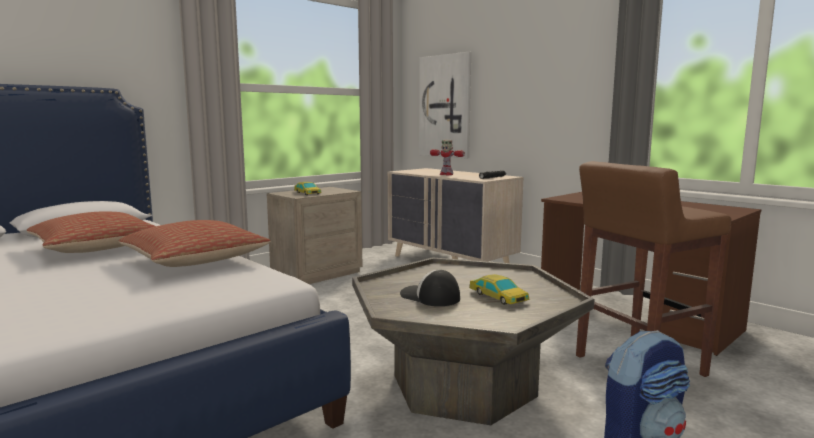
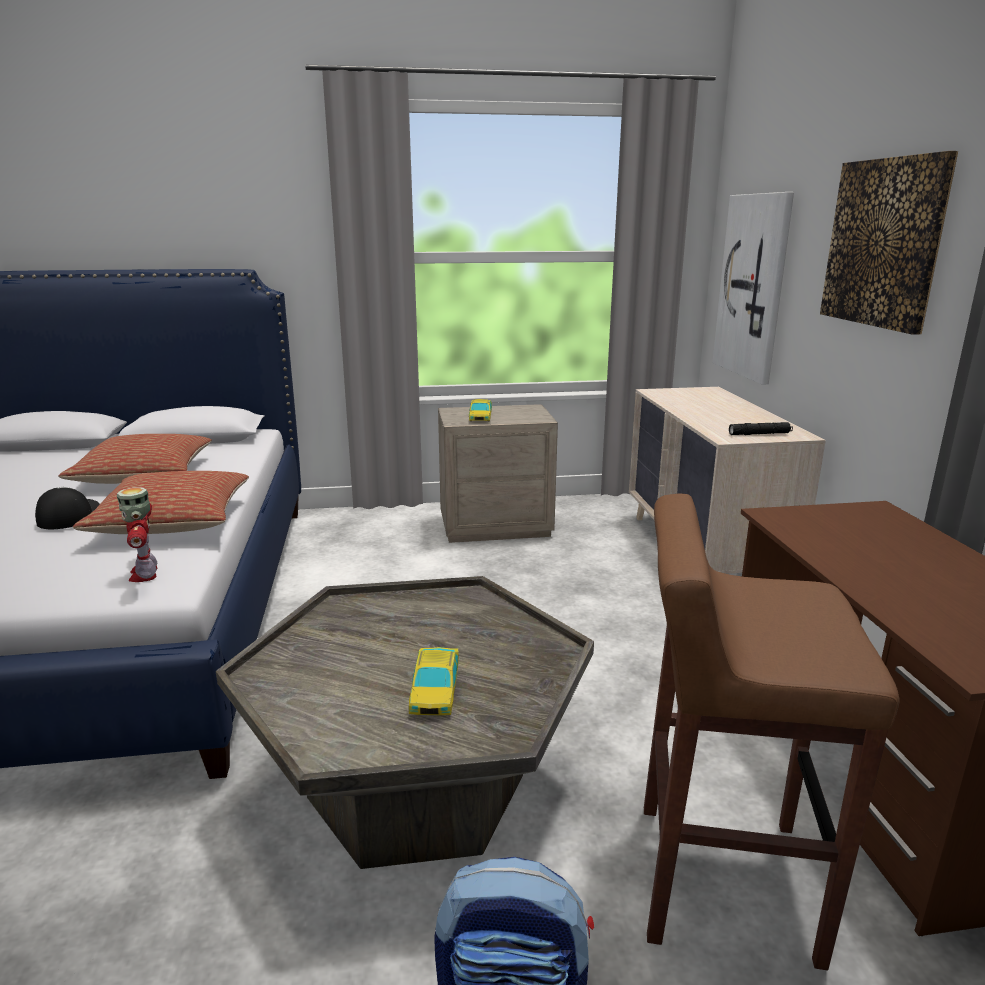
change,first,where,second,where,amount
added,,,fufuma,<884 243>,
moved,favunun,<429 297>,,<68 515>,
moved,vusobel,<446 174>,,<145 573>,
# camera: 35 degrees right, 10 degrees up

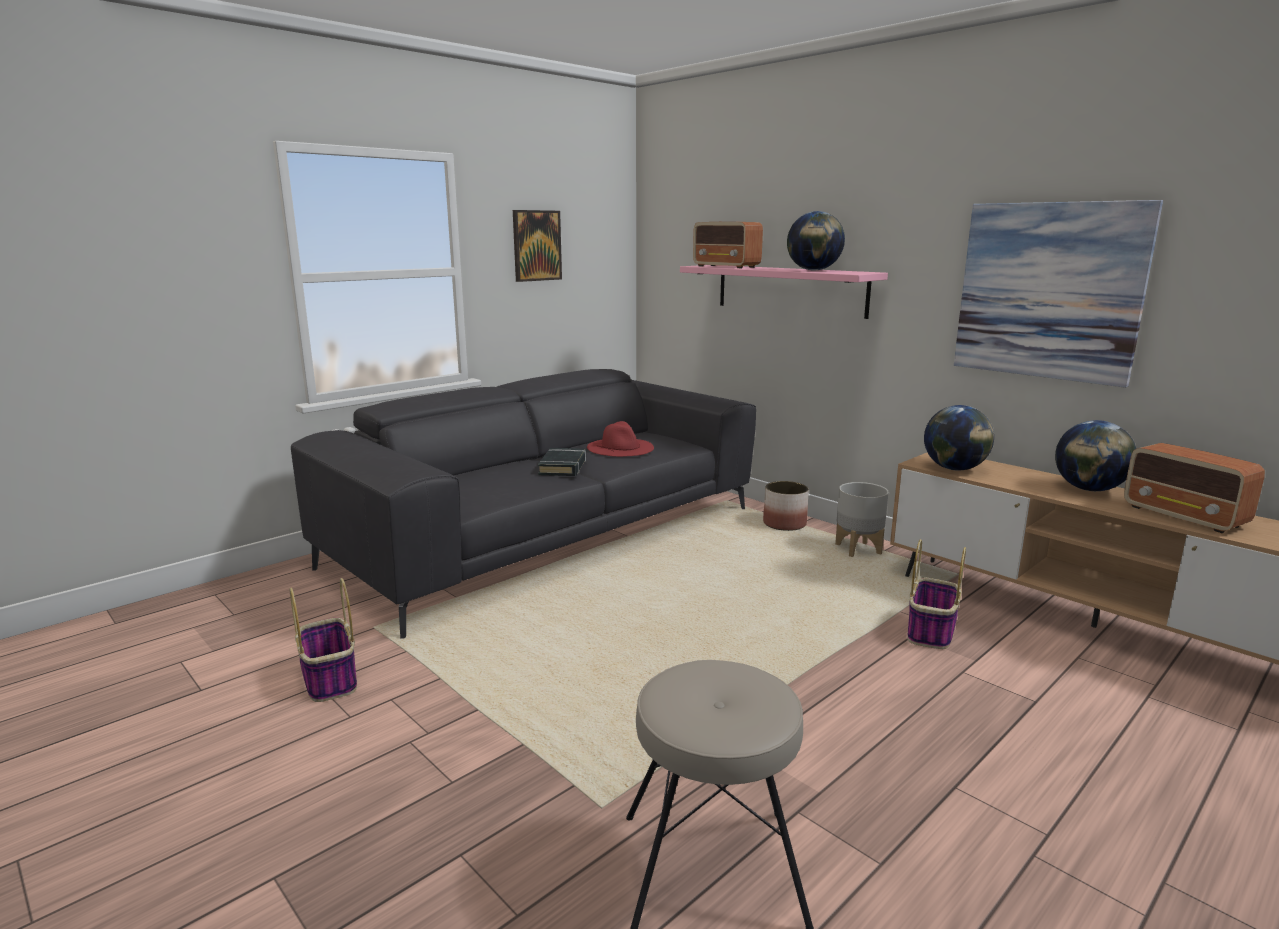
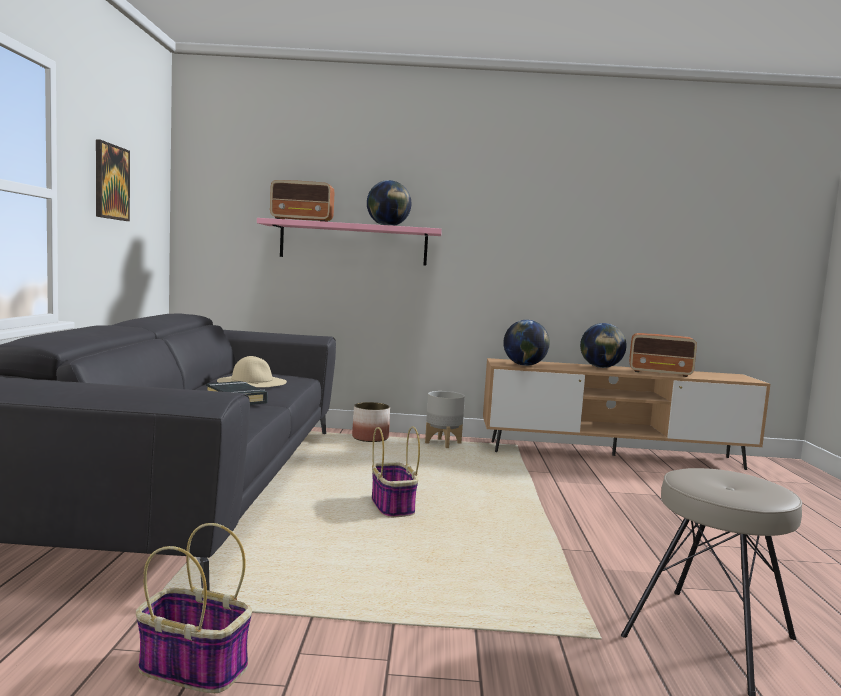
change,first,where,second,where,amount
removed,fufuma,<1048 291>,,,
moved,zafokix,<931 632>,,<393 507>,
recoloured,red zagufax,<620 447>,beige zagufax,<252 381>,
# camera: 45 degrees left, 10 degrees down

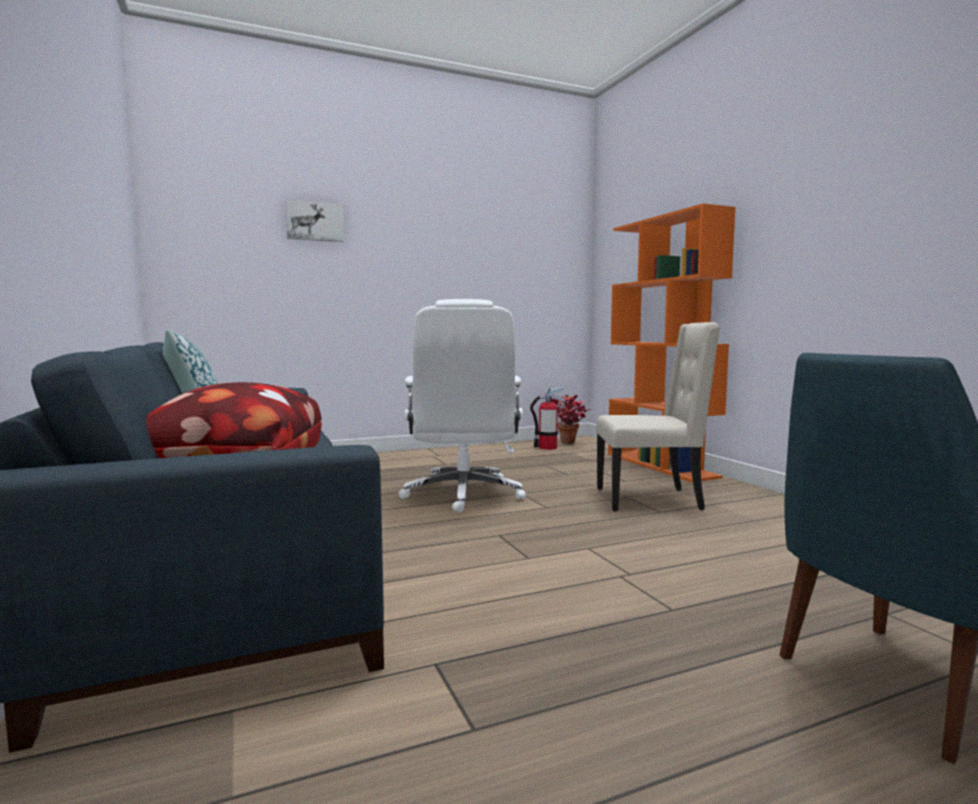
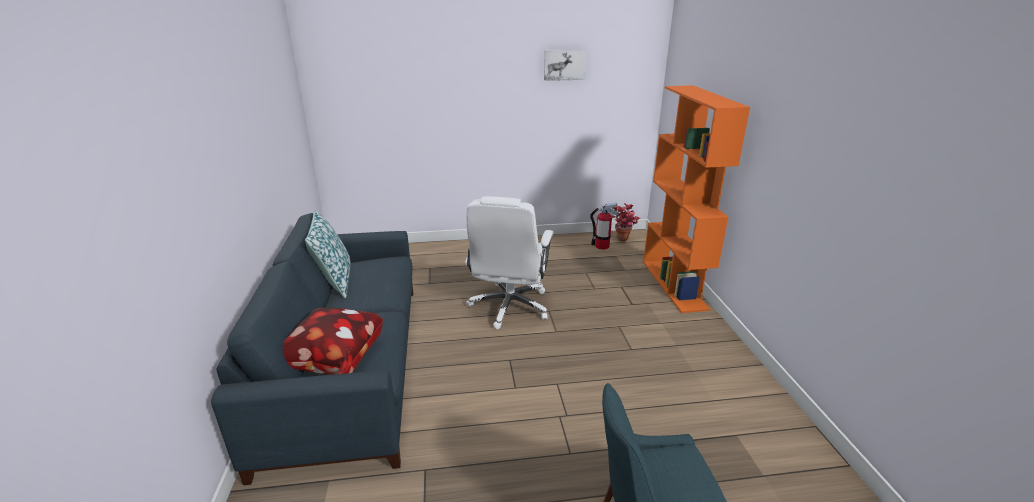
change,first,where,second,where,amount
removed,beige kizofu,<650 499>,,,
moved,fufuma,<315 221>,,<564 65>,
# camera: 15 degrees right, 20 degrees up

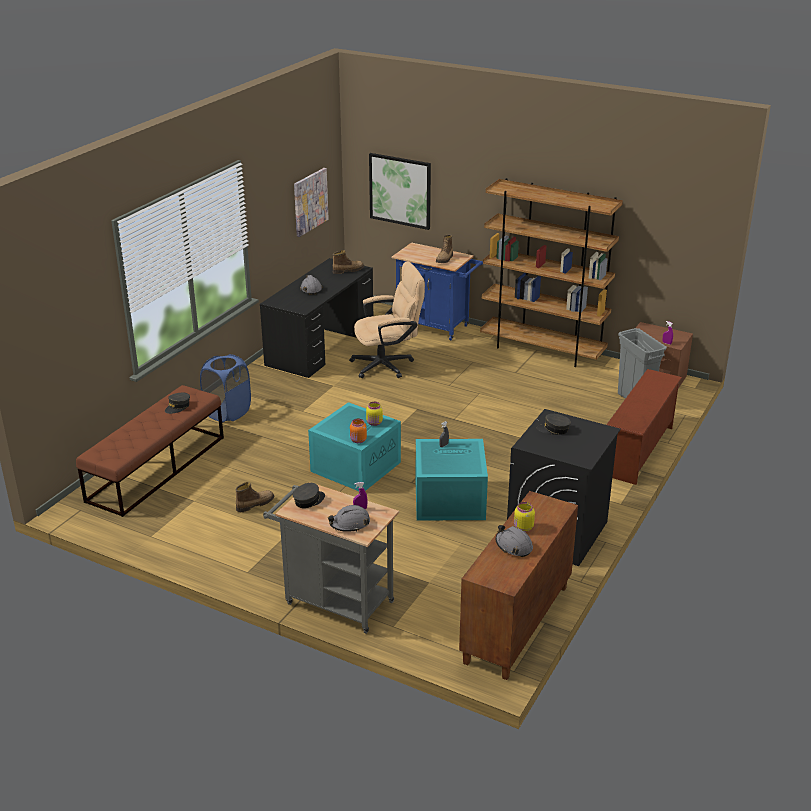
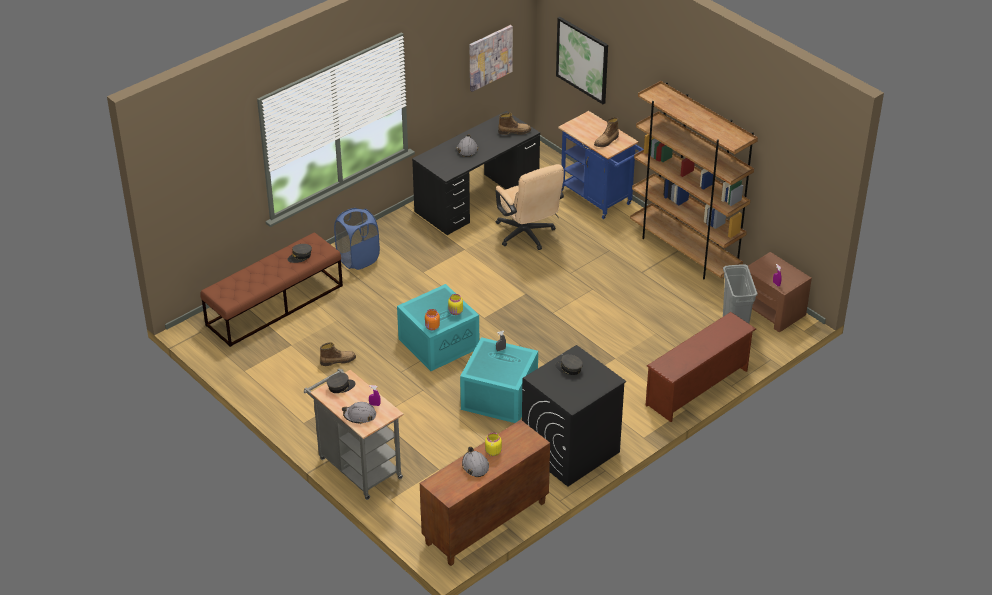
change,first,where,second,where,amount
turned,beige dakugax,<388 364>,,<527 236>,60 degrees clockwise
# camera: 20 degrees right, 10 degrees up

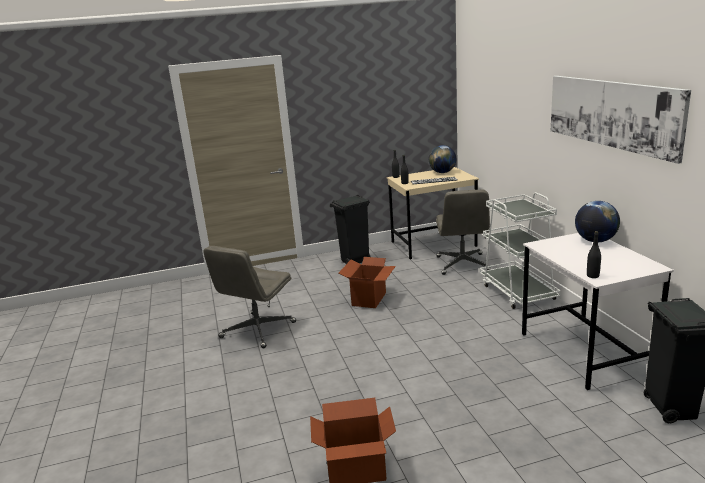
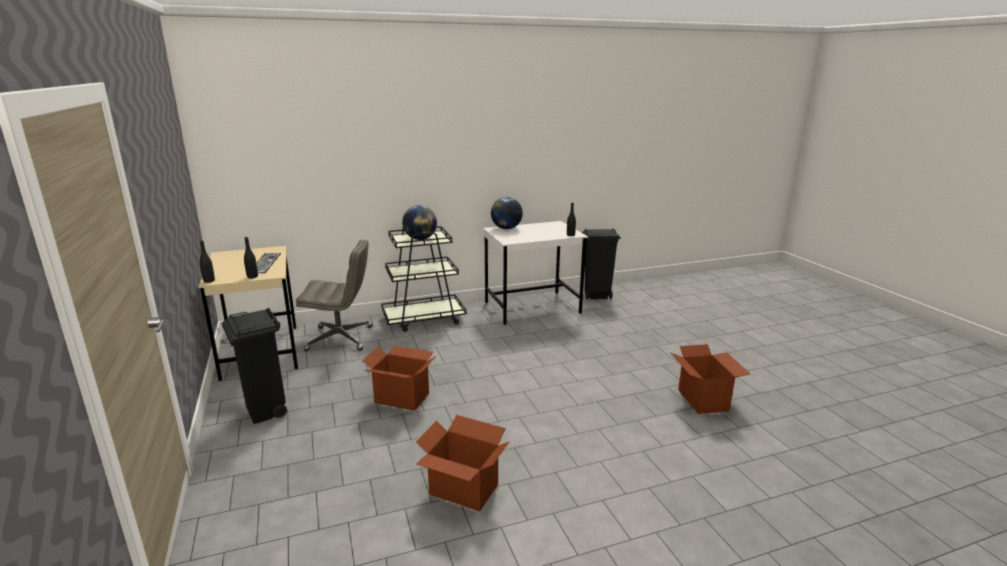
change,first,where,second,where,amount
removed,fufuma,<611 113>,,,
moved,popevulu,<442 172>,,<420 239>,
replaced,grey dakugax,<257 330>,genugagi,<463 490>,
recoloured,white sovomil,<517 292>,black sovomil,<424 319>,
# camera: 95 degrees left, 0 degrees up

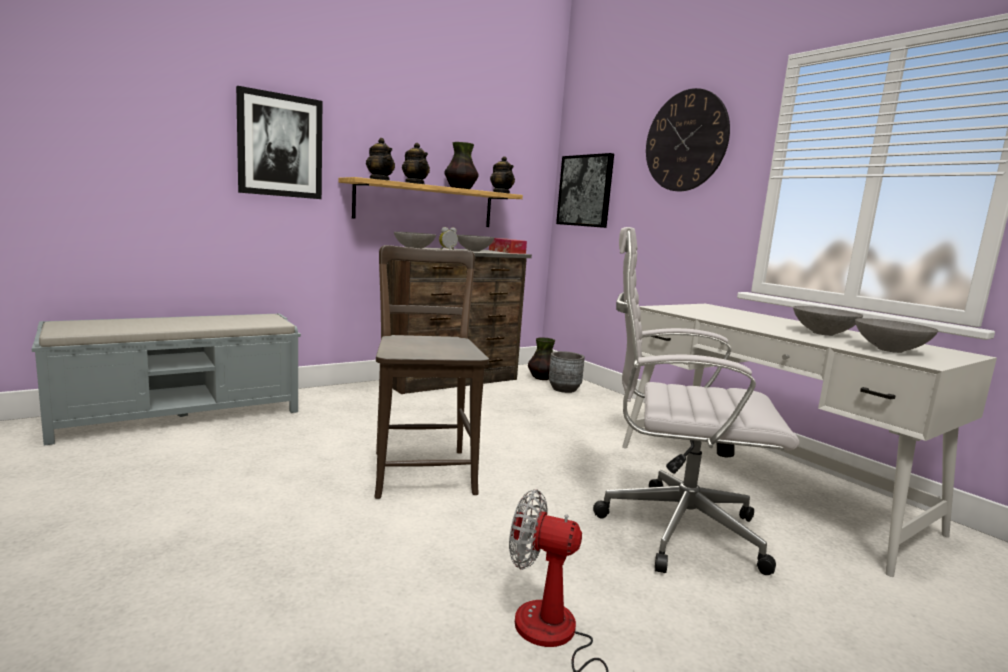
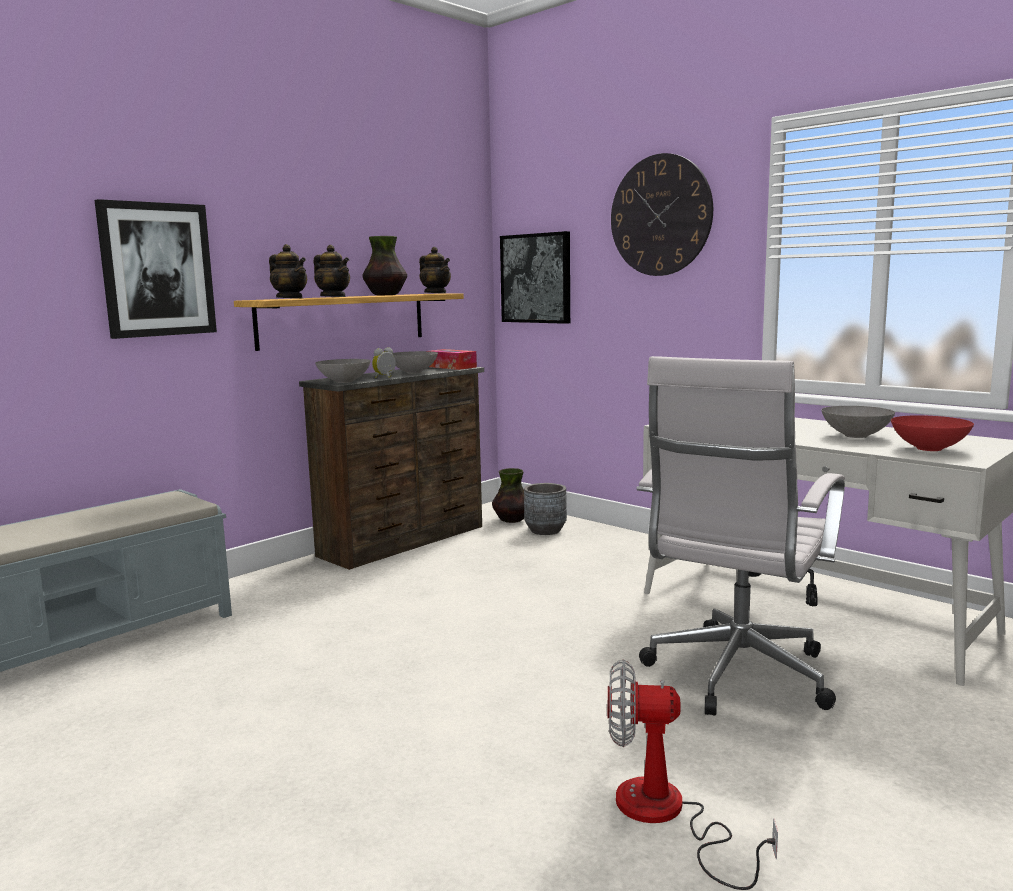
change,first,where,second,where,amount
removed,brown kizofu,<423 469>,,,
recoloured,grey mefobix,<891 350>,red mefobix,<930 449>,
turned,white dakugax,<672 529>,,<735 677>,60 degrees counterclockwise
# camera: 10 degrees left, 0 degrees up

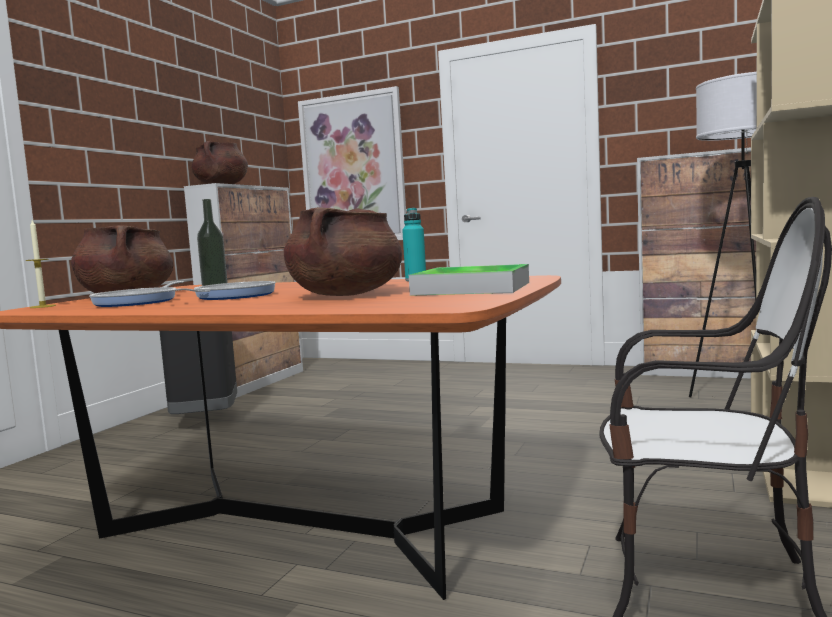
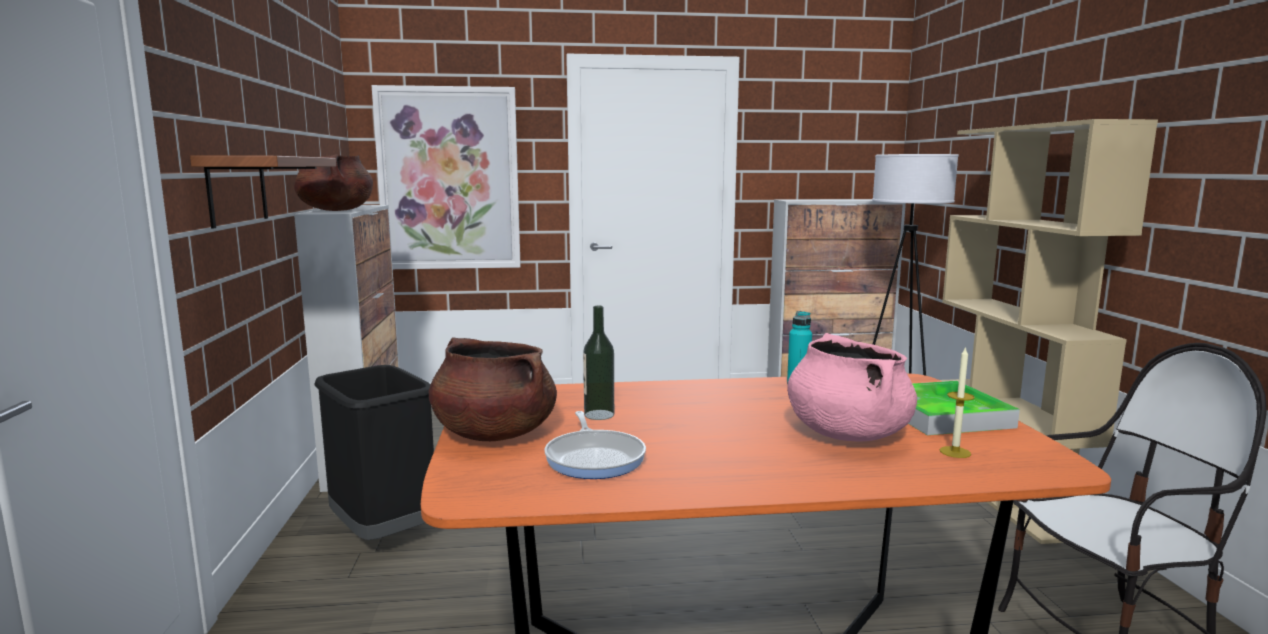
change,first,where,second,where,amount
removed,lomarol,<231 296>,,,
added,,,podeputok,<237 190>,
moved,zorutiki,<43 306>,,<955 452>,
recoloured,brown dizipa,<346 295>,pink dizipa,<847 434>,
# camera: 30 degrees left, 5 degrees up

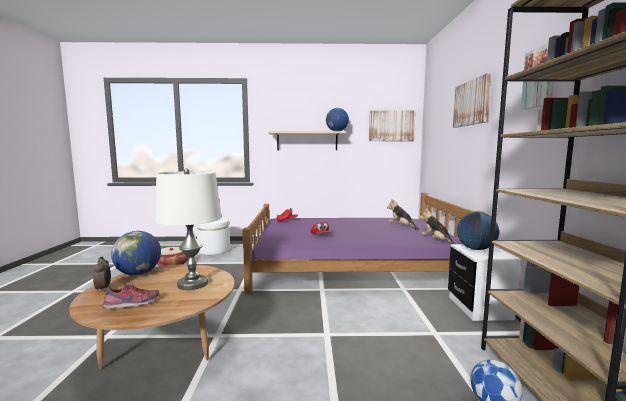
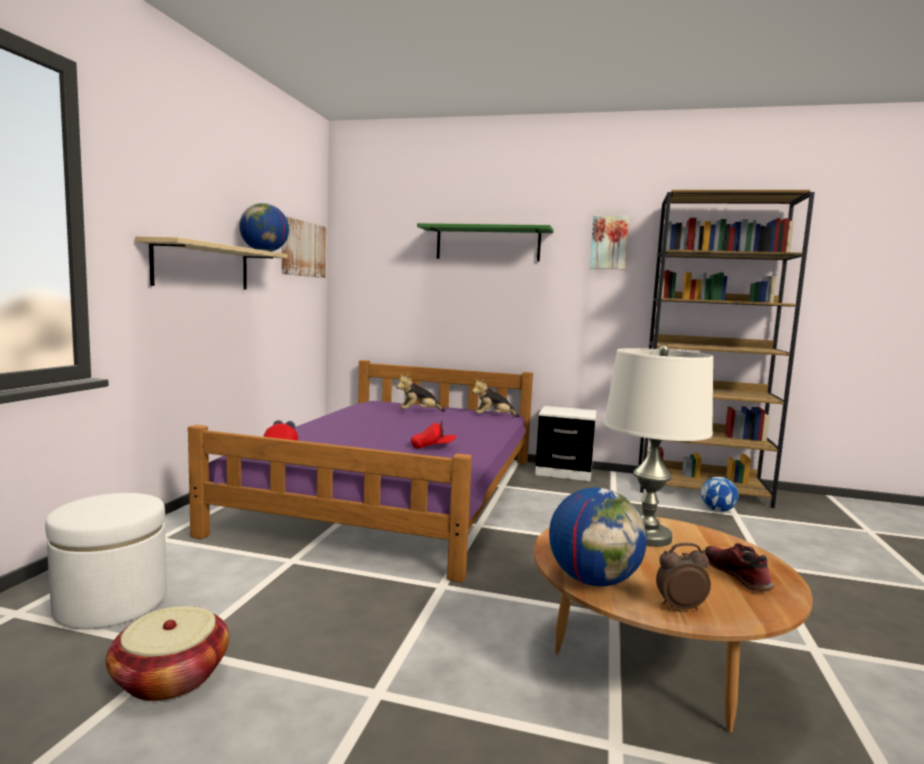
change,first,where,second,where,amount
removed,popevulu,<476 249>,,,
replaced,fufuma,<472 103>,green podeputok,<487 244>,
# camera: 75 degrees left, 0 degrees up

